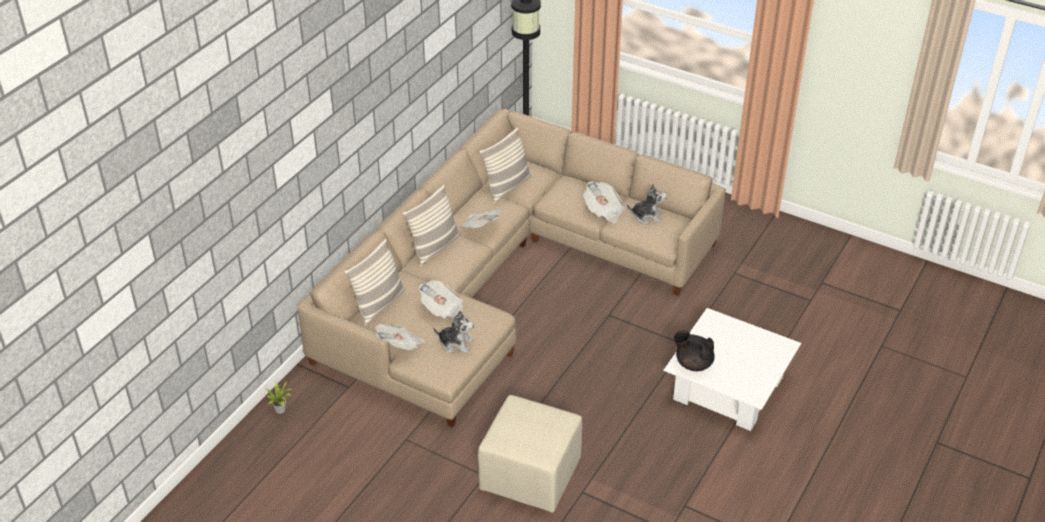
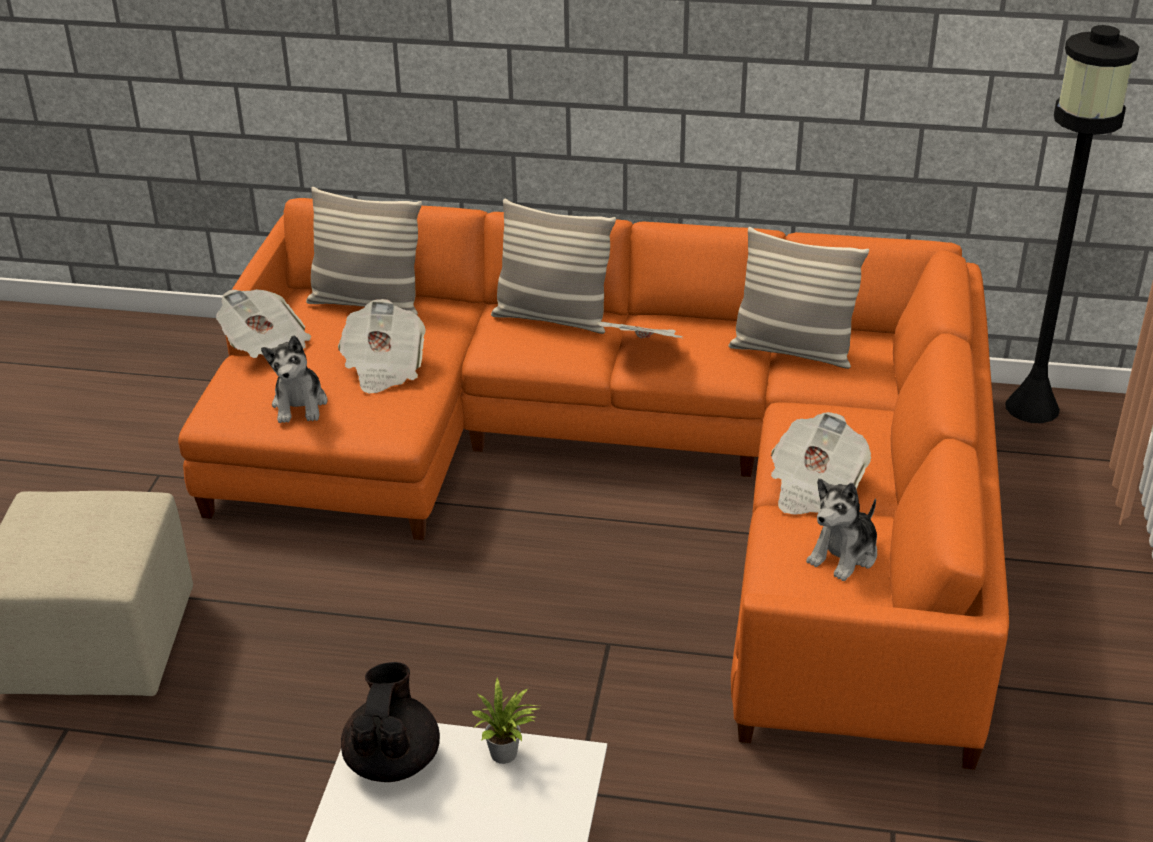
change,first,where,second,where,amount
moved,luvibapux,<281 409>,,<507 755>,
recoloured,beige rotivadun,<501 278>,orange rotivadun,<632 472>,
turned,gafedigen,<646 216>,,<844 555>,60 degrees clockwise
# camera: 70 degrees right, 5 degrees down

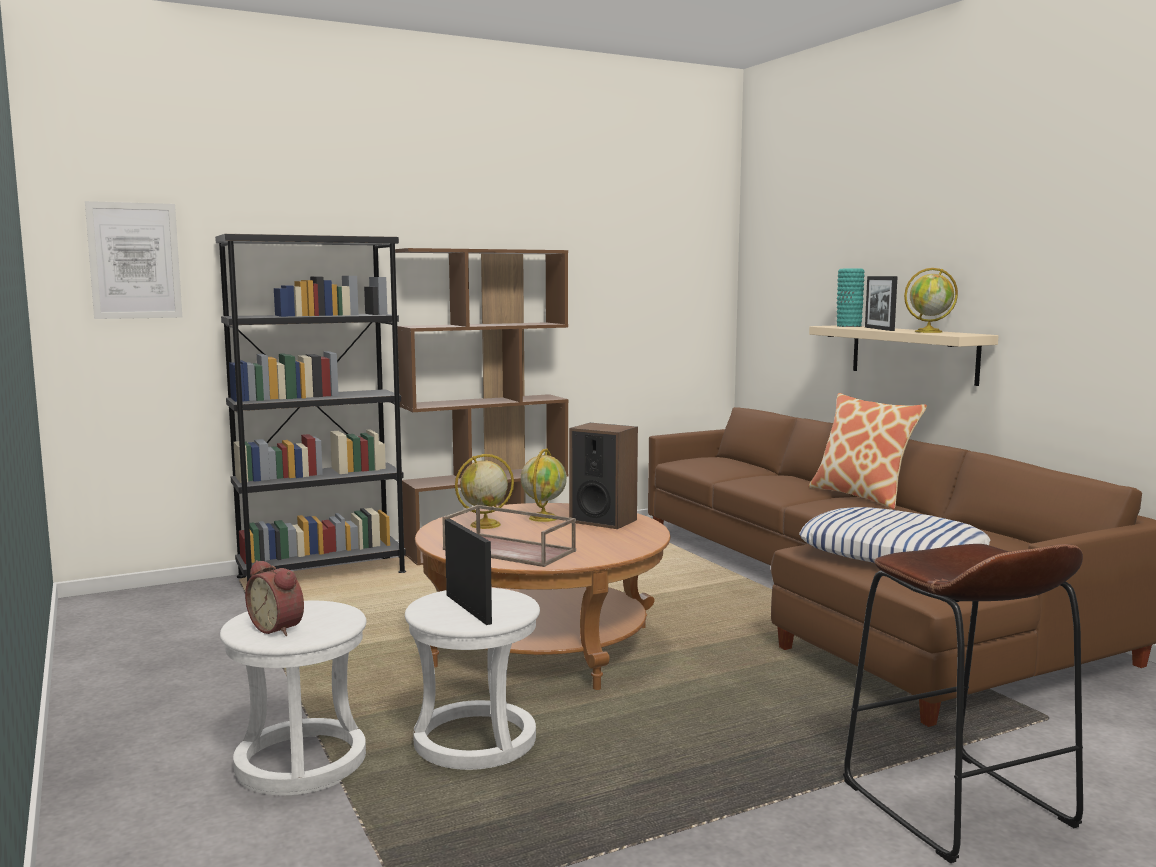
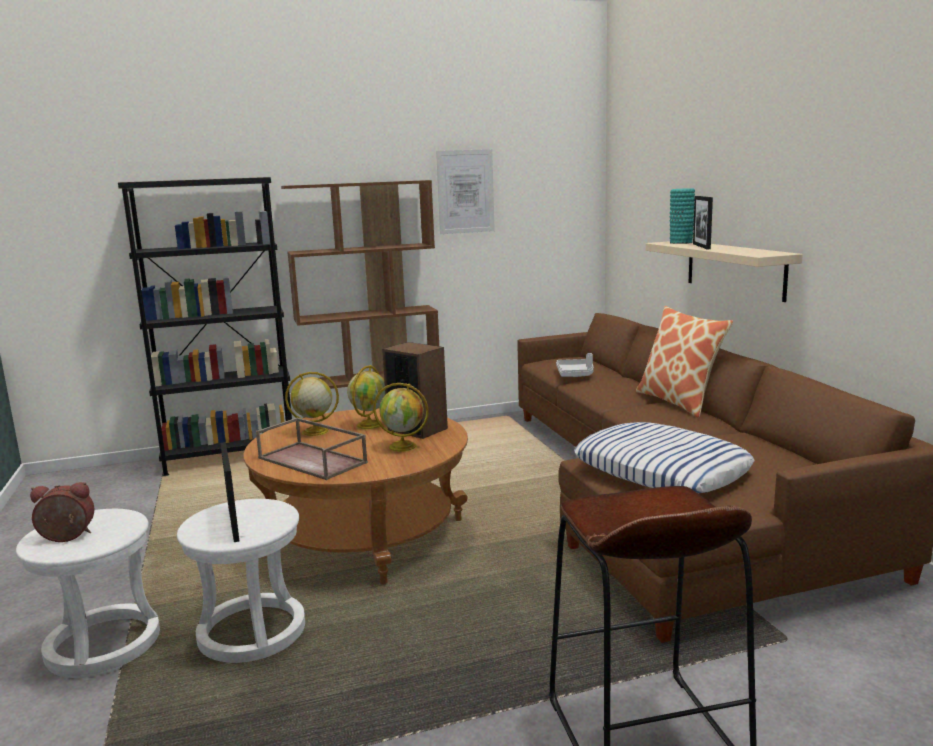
change,first,where,second,where,amount
added,,,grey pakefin,<575 374>,
moved,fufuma,<134 261>,,<465 191>,
moved,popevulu,<929 332>,,<403 447>,
turned,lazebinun,<279 628>,,<67 538>,120 degrees clockwise
# camera: 10 degrees right, 5 degrees up

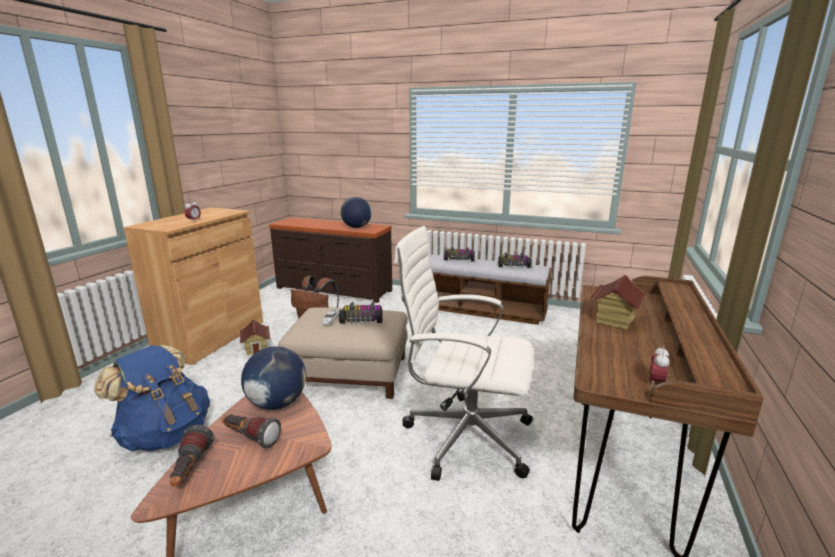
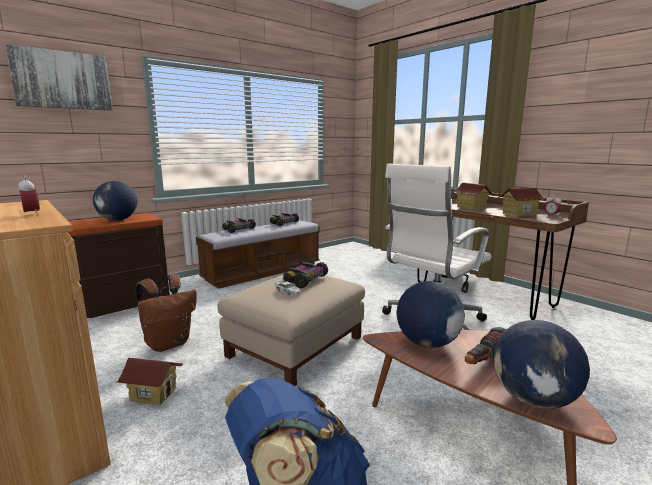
change,first,where,second,where,amount
added,,,fufuma,<62 80>,
added,,,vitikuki,<518 214>,
replaced,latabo,<190 470>,popevulu,<533 400>,
# camera: 60 degrees left, 5 degrees down

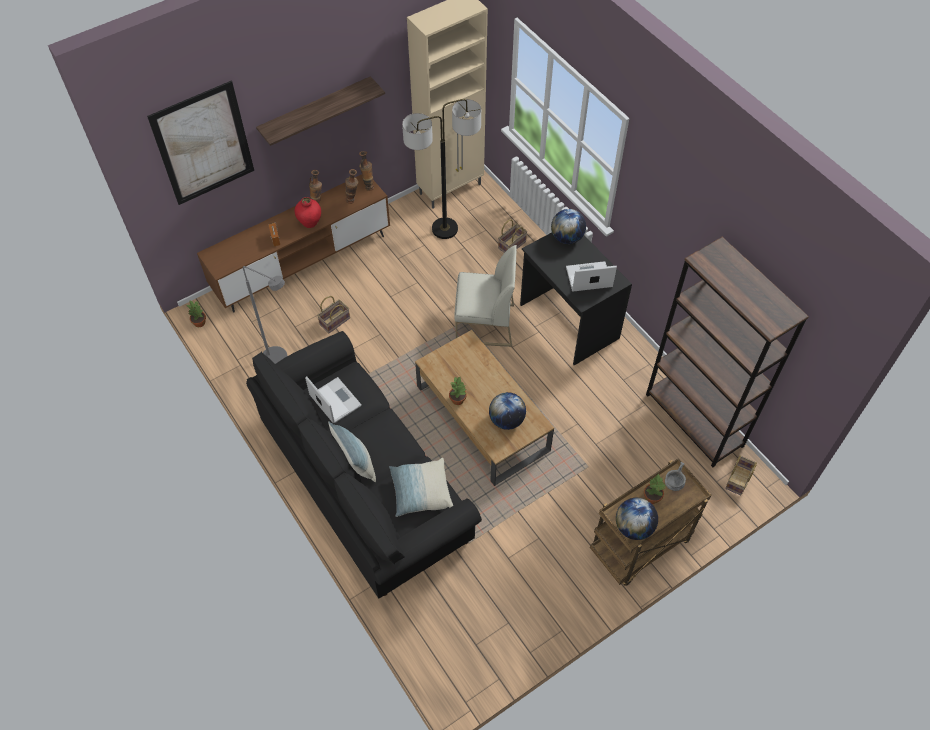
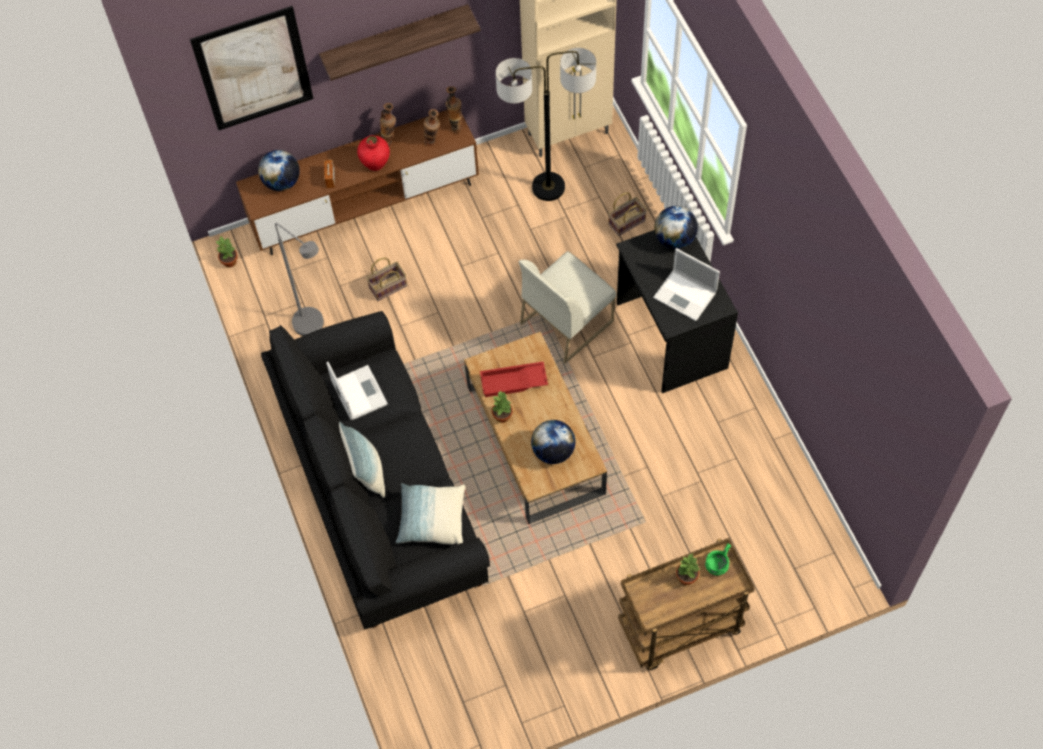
change,first,where,second,where,amount
removed,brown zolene,<694 420>,,,
removed,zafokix,<738 480>,,,
added,,,red pakefin,<513 383>,
moved,popevulu,<633 527>,,<282 182>,
recoloured,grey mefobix,<673 483>,green mefobix,<716 565>,
turned,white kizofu,<484 324>,,<566 321>,120 degrees clockwise
turned,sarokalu,<588 277>,,<686 295>,150 degrees counterclockwise
# camera: 15 degrees right, 5 degrees up

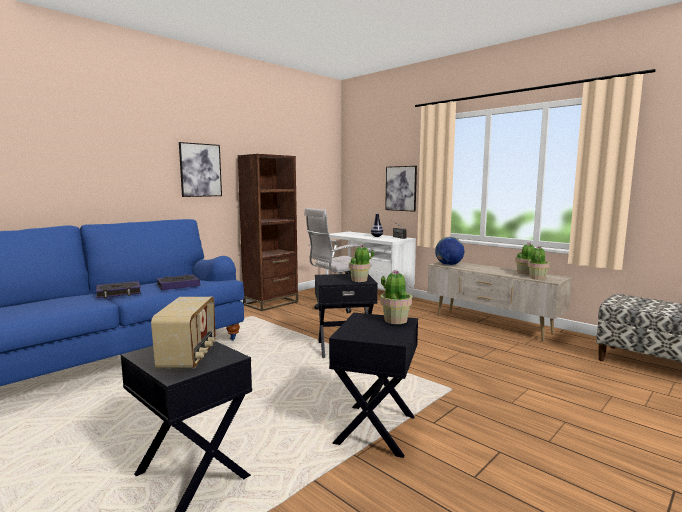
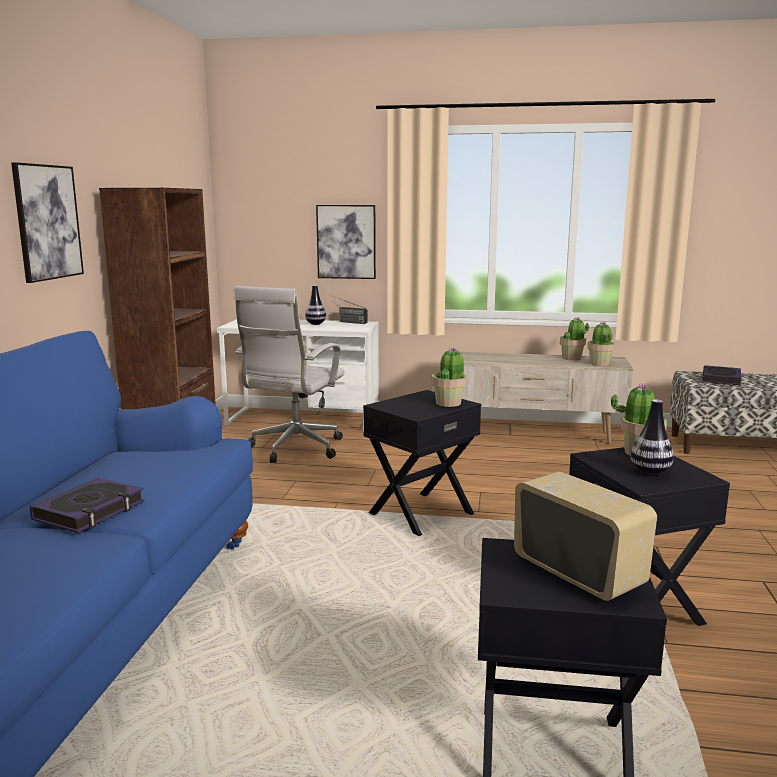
change,first,where,second,where,amount
removed,popevulu,<449 265>,,,
added,,,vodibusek,<650 472>,
moved,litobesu,<178 285>,,<721 379>,
# camera: 35 degrees left, 5 degrees up

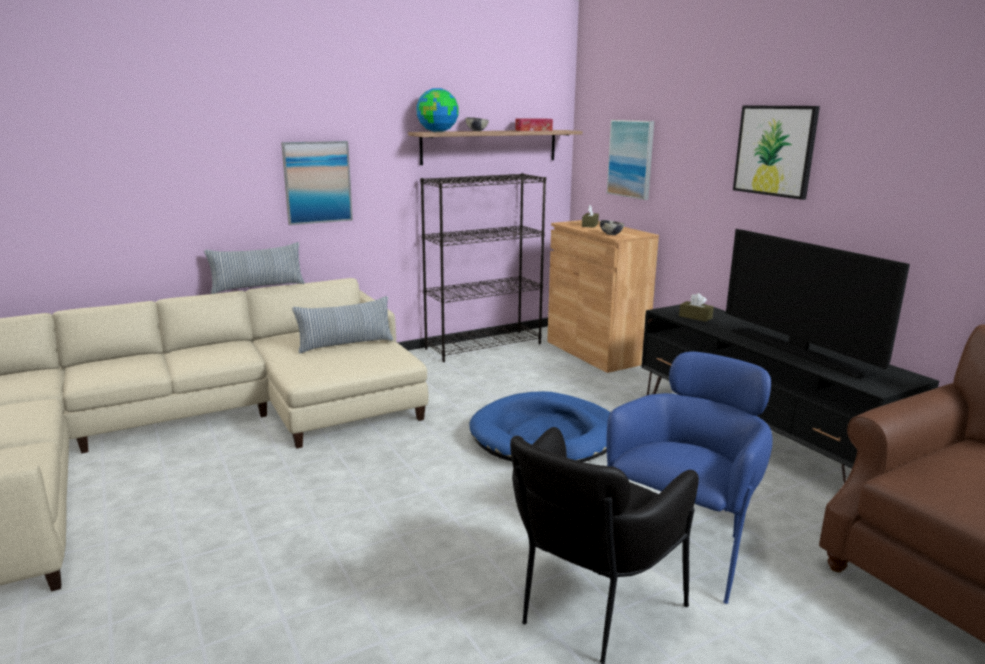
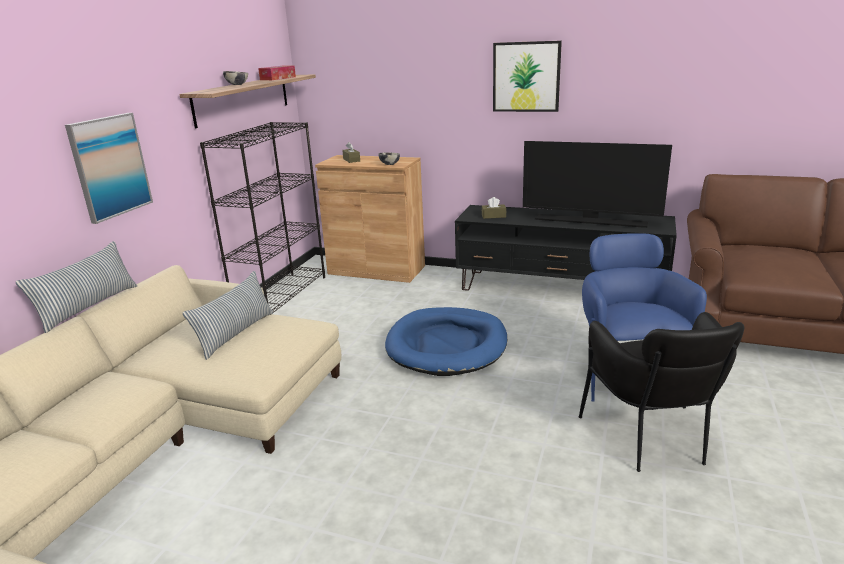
change,first,where,second,where,amount
removed,popevulu,<438 132>,,,
removed,fufuma,<631 158>,,,
# camera: 40 degrees left, 5 degrees up

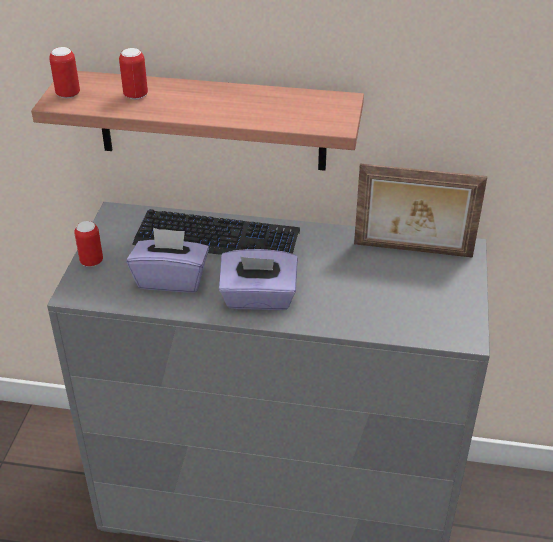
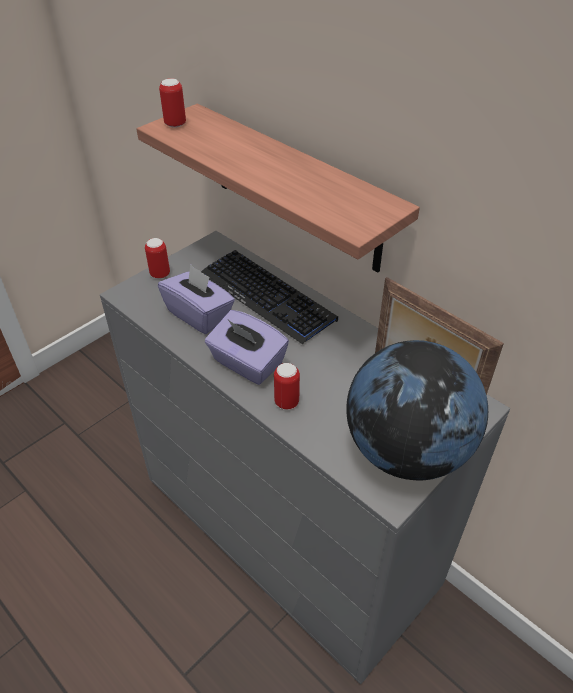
change,first,where,second,where,amount
added,,,popevulu,<406 451>,
moved,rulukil,<135 95>,,<286 402>,
# camera: 35 degrees right, 5 degrees up

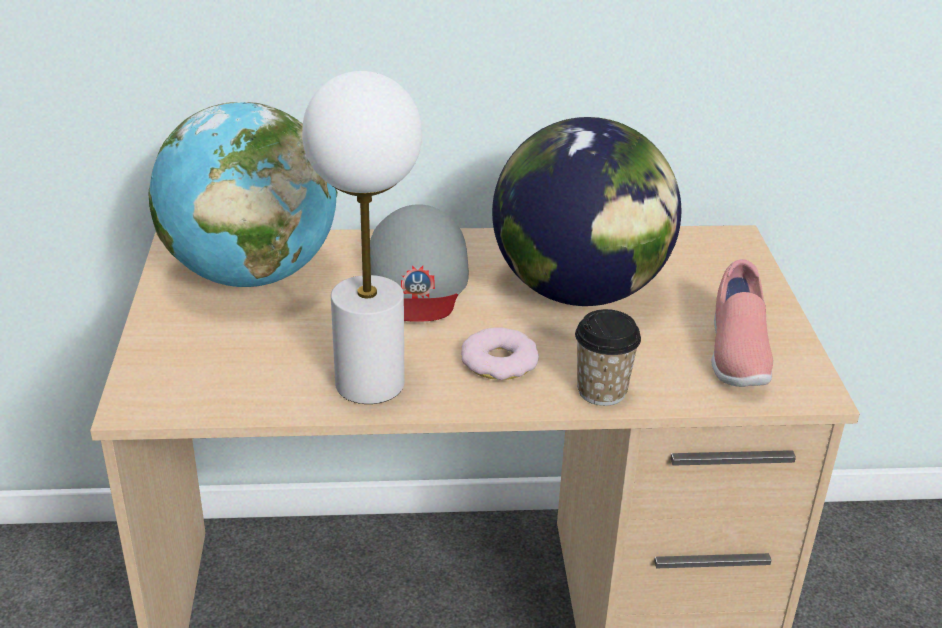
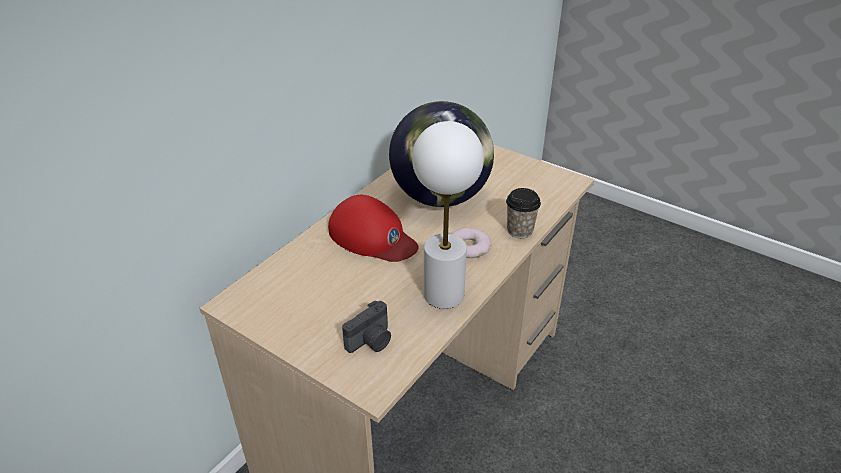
change,first,where,second,where,amount
removed,popevulu,<251 275>,,,
removed,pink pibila,<736 353>,,,
added,,,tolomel,<371 341>,
recoloured,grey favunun,<417 278>,red favunun,<372 237>,
# camera: 50 degrees left, 5 degrees up

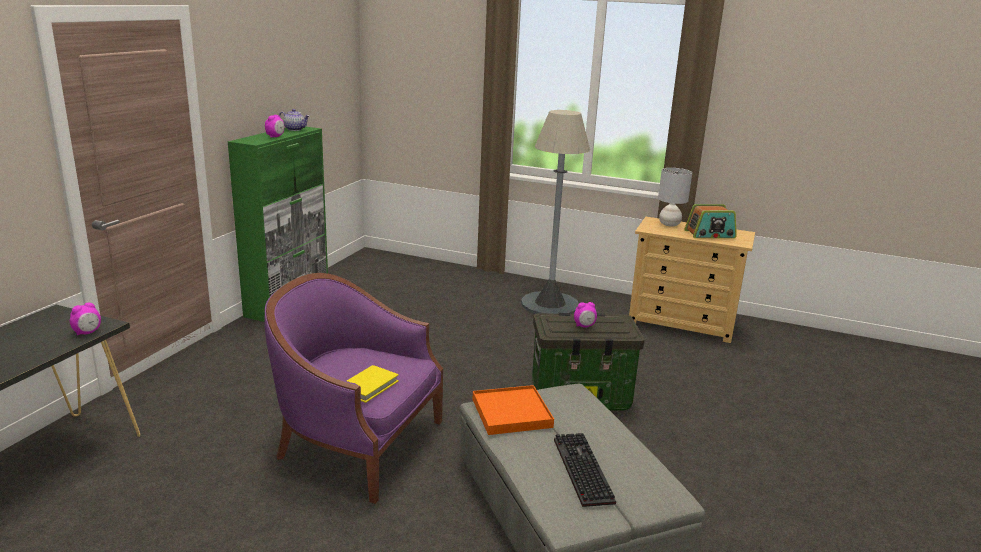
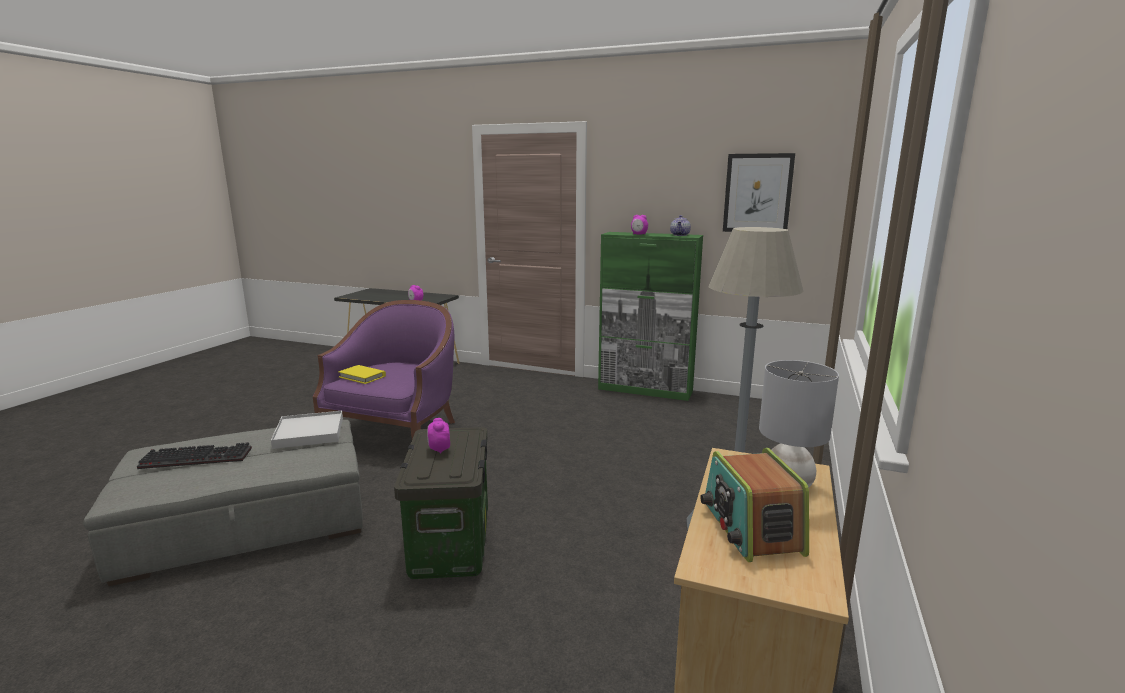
change,first,where,second,where,amount
added,,,fufuma,<757 193>,
recoloured,orange pakefin,<511 413>,white pakefin,<309 433>,
# camera: 90 degrees right, 5 degrees down

